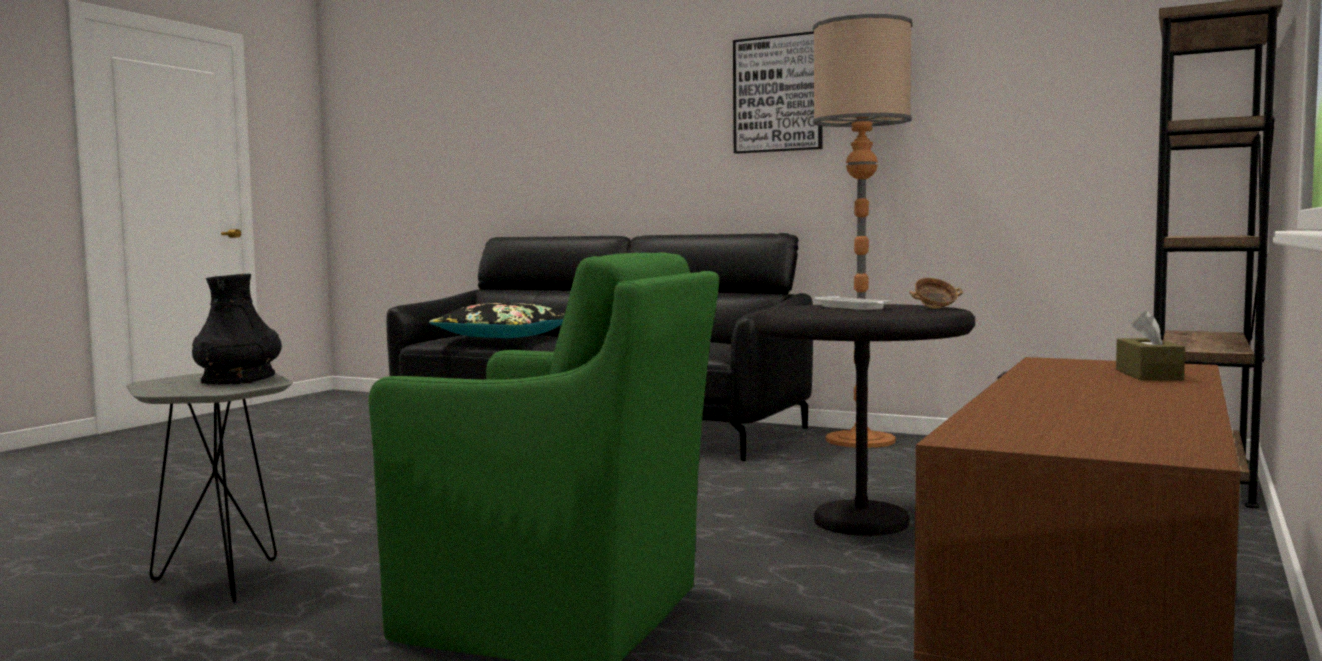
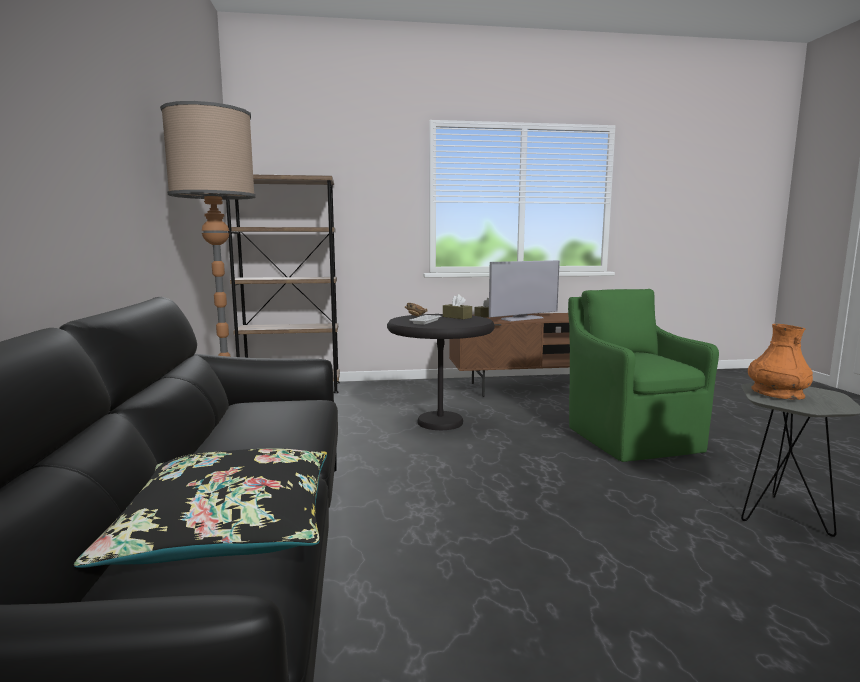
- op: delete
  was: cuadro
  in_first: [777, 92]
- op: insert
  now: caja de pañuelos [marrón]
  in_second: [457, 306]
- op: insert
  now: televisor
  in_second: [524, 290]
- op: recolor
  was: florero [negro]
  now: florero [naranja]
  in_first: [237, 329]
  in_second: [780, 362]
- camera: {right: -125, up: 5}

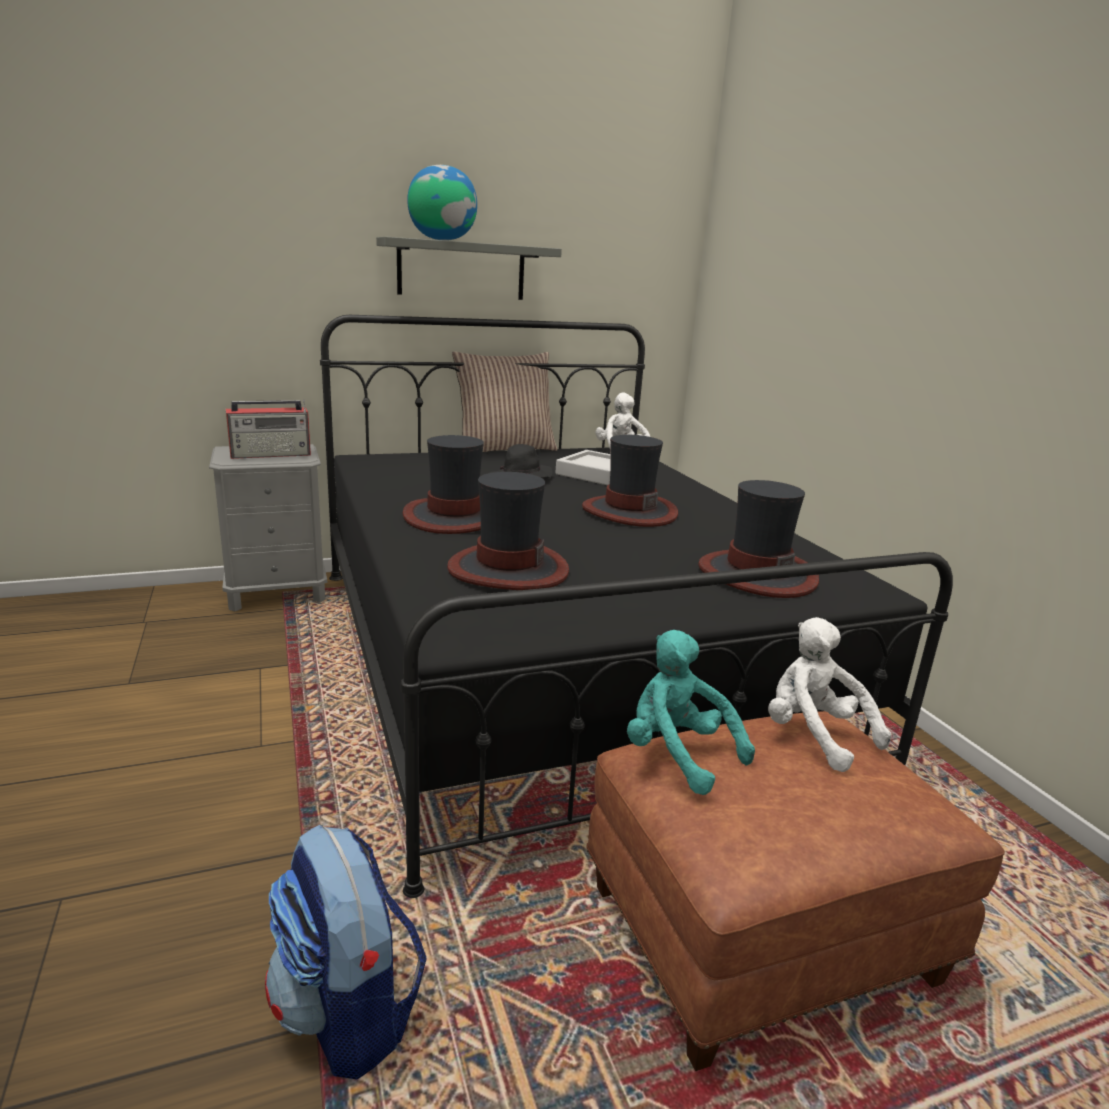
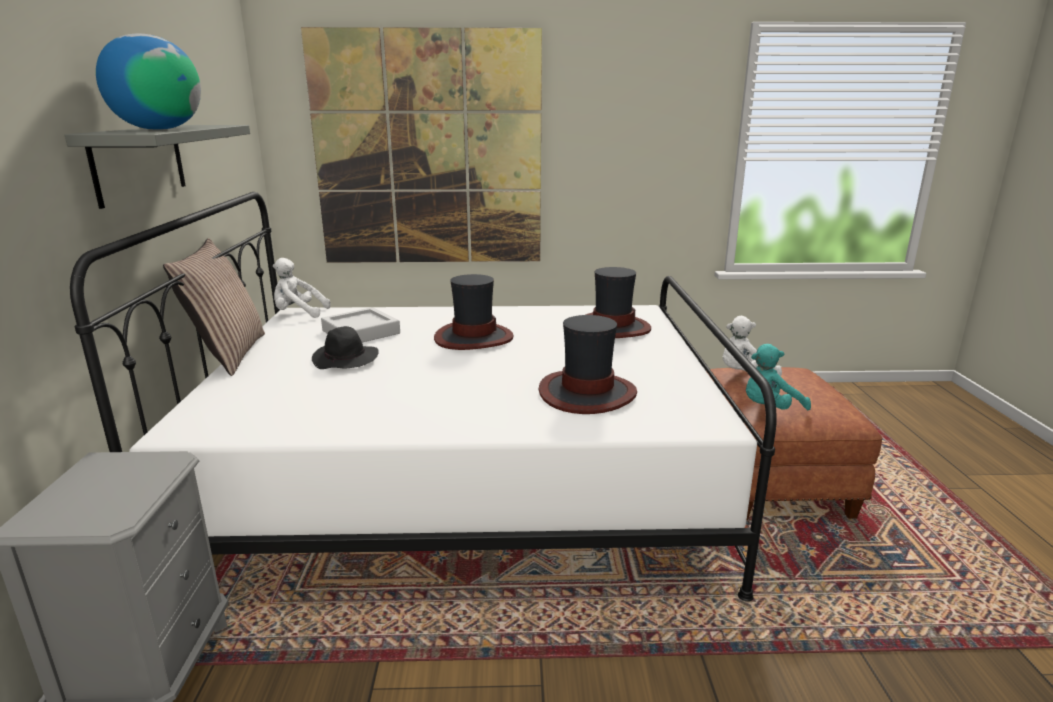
- op: delete
  was: radio
  in_first: [268, 429]
- op: delete
  was: mochila
  in_first: [346, 951]
- op: delete
  was: sombrero
  in_first: [443, 484]
- op: insert
  now: cuadro
  in_second: [421, 145]
- op: recolor
  was: cama [negro]
  now: cama [blanco]
  in_first: [636, 606]
  in_second: [423, 397]
- camera: {right: -70, up: 0}

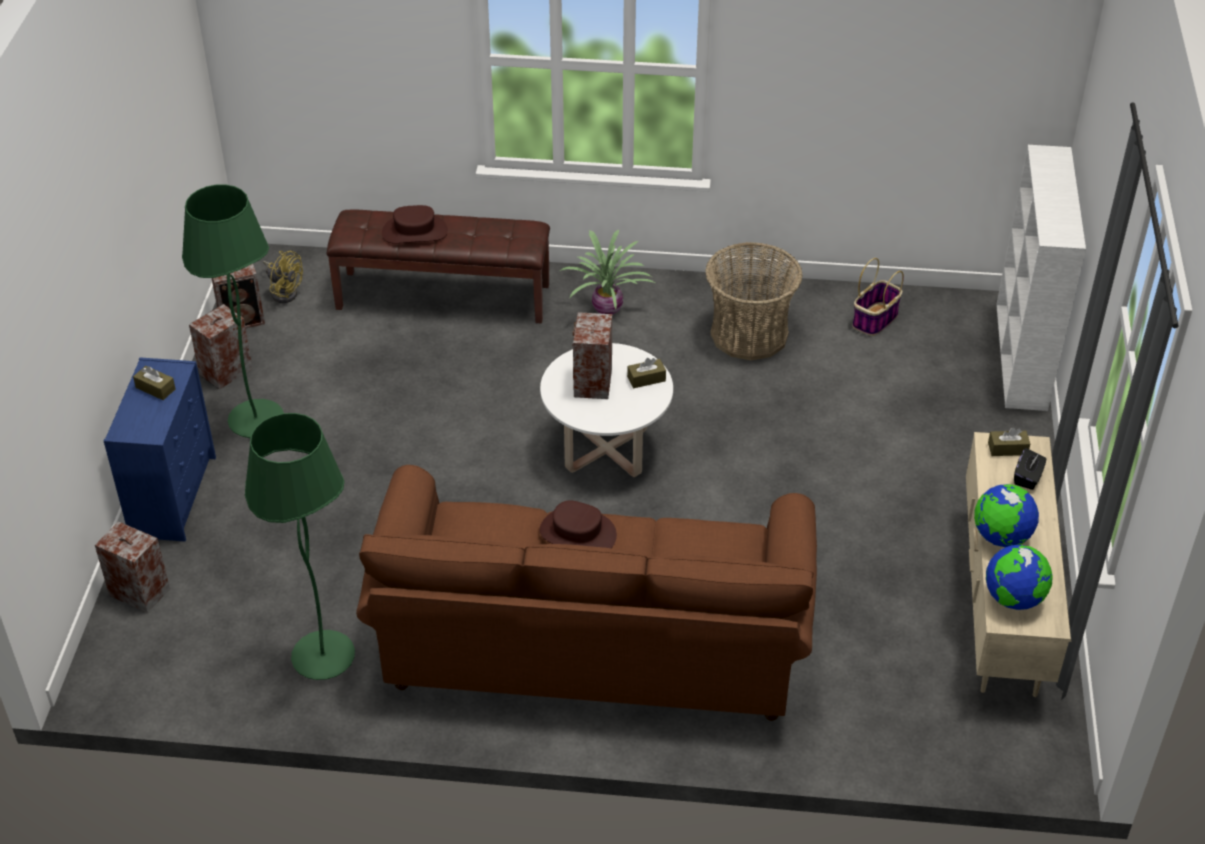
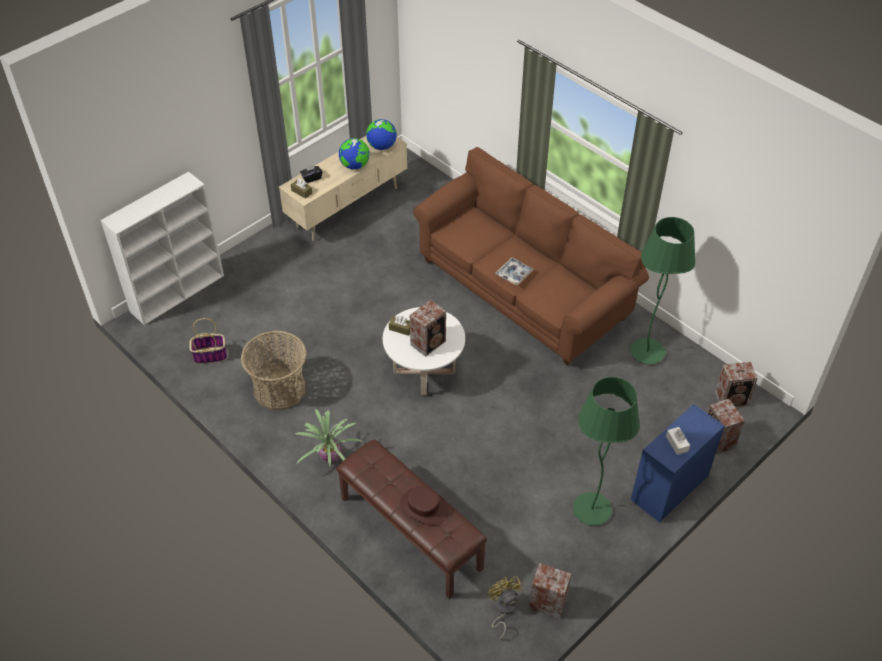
- op: move
  was: altavoz
  in_first: [221, 347]
  in_second: [736, 384]
- op: replace
  was: sombrero [marrón]
  now: bandeja
  in_first: [578, 524]
  in_second: [514, 271]
- op: recolor
  was: caja de pañuelos [marrón]
  now: caja de pañuelos [blanco]
  in_first: [154, 383]
  in_second: [678, 441]
- camera: {right: -140, up: 5}

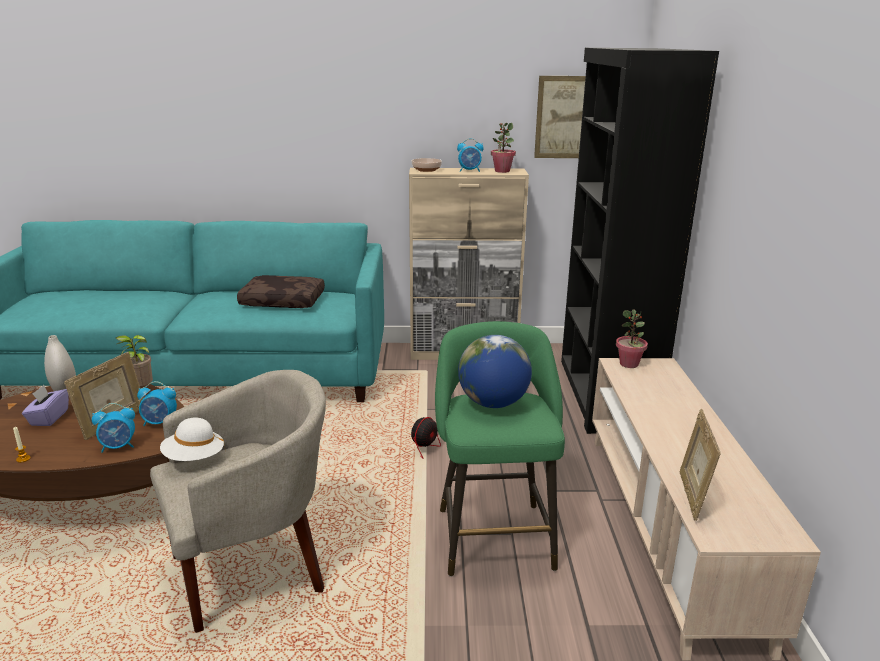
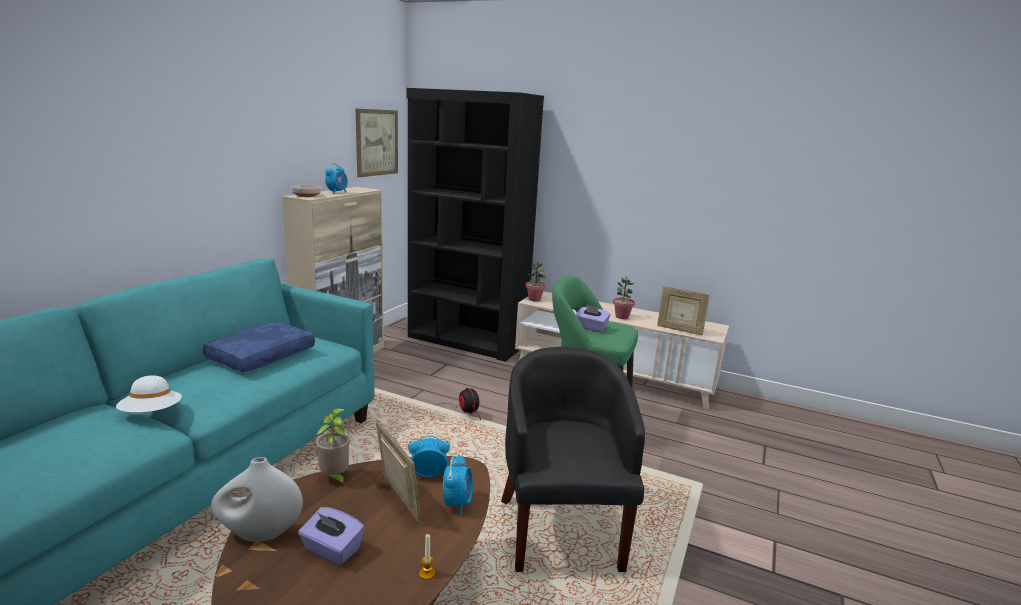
- op: move
  was: sombrero [blanco]
  in_first: [192, 439]
  in_second: [149, 394]
- op: move
  was: planta en maceta
  in_first: [503, 148]
  in_second: [624, 298]
- op: replace
  was: globo terráqueo
  now: caja de pañuelos [morado]
  in_first: [495, 371]
  in_second: [593, 318]
- op: recolor
  was: sillón [beis]
  now: sillón [negro]
  in_first: [238, 501]
  in_second: [573, 459]
- op: recolor
  was: cojín [marrón]
  now: cojín [azul]
  in_first: [281, 291]
  in_second: [259, 347]
- op: rotate
  was: despertador
  in_first: [157, 403]
  in_second: [429, 456]
  clockwise: -120
- camera: {right: -65, up: -5}

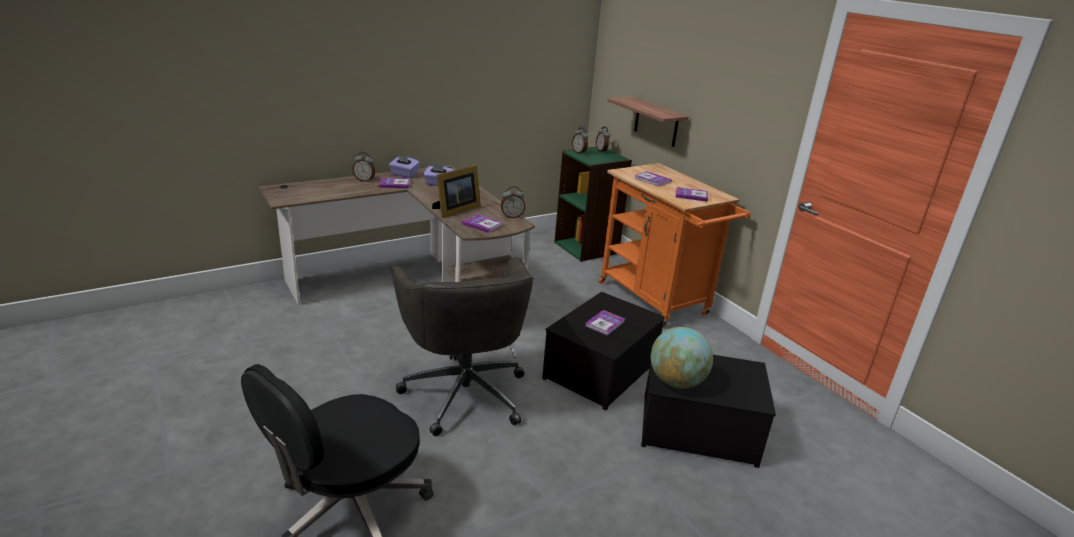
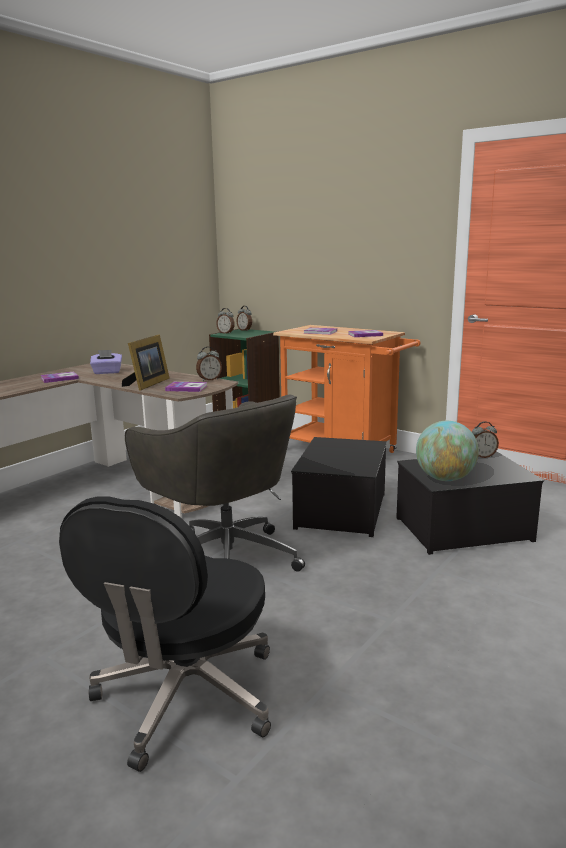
- op: delete
  was: caja de pañuelos [morado]
  in_first: [404, 166]
- op: delete
  was: libro
  in_first: [605, 323]
- op: delete
  was: estante
  in_first: [648, 122]
- op: move
  was: despertador
  in_first: [364, 167]
  in_second: [485, 439]
- camera: {right: -20, up: -10}

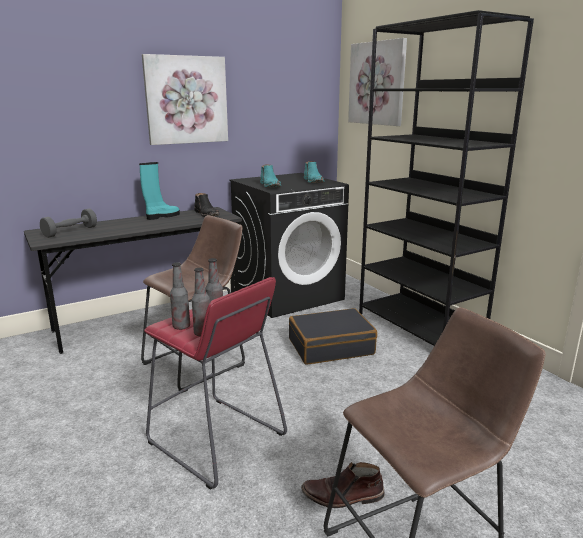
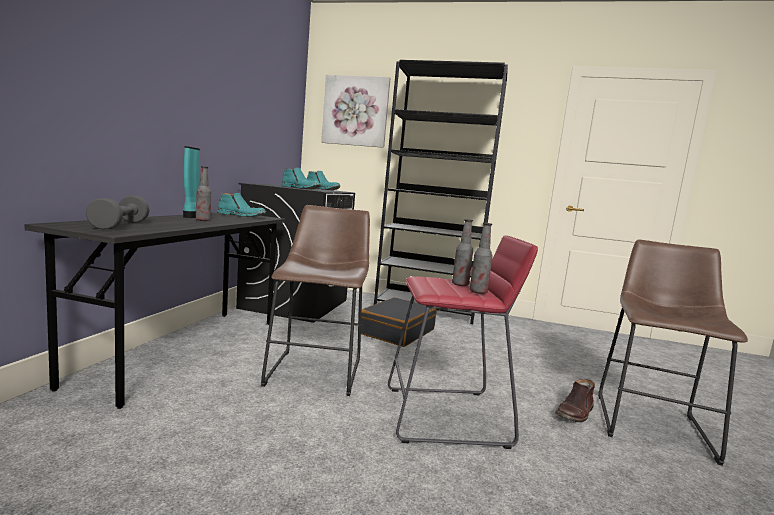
- op: delete
  was: cuadro
  in_first: [185, 99]
- op: move
  was: botella
  in_first: [180, 296]
  in_second: [203, 193]
- op: recolor
  was: bota [negro]
  now: bota [turquesa]
  in_first: [206, 205]
  in_second: [241, 205]
- camera: {right: -45, up: -10}

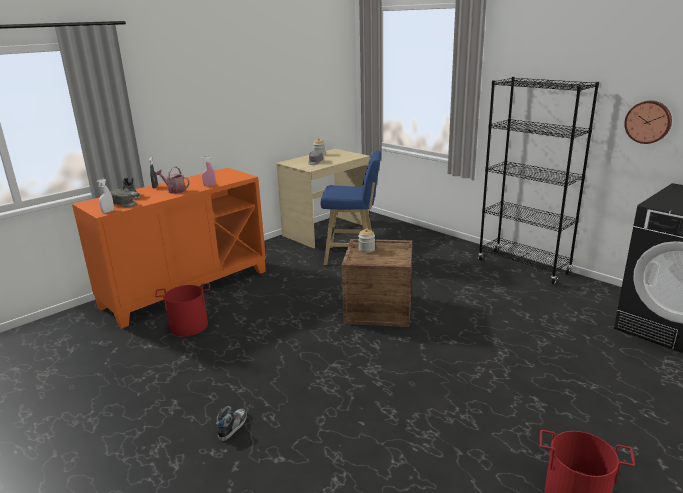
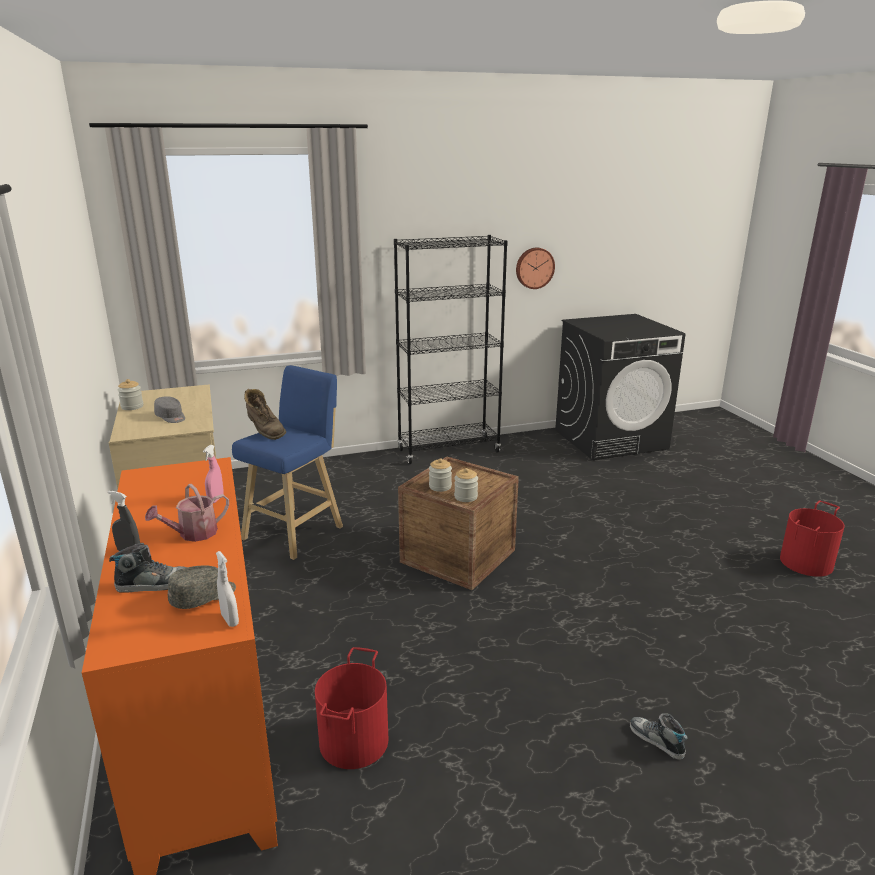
- op: insert
  now: bota [marrón]
  in_second: [265, 414]
- op: insert
  now: tarro
  in_second: [466, 485]
- camera: {right: -65, up: 0}

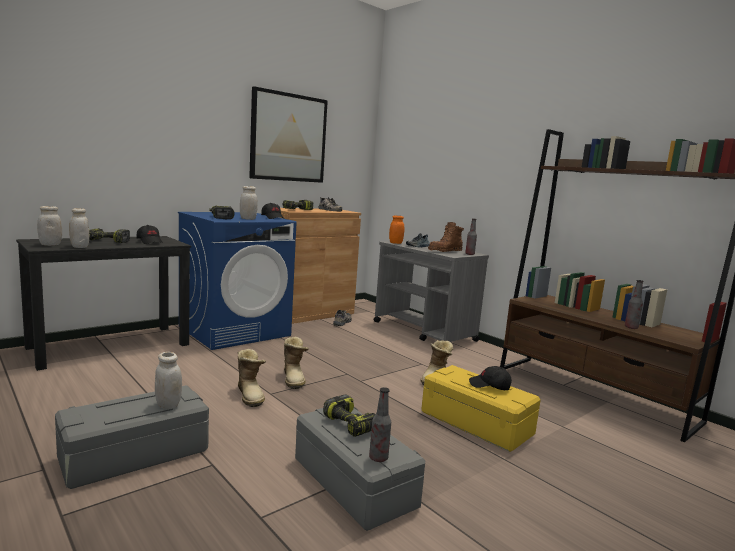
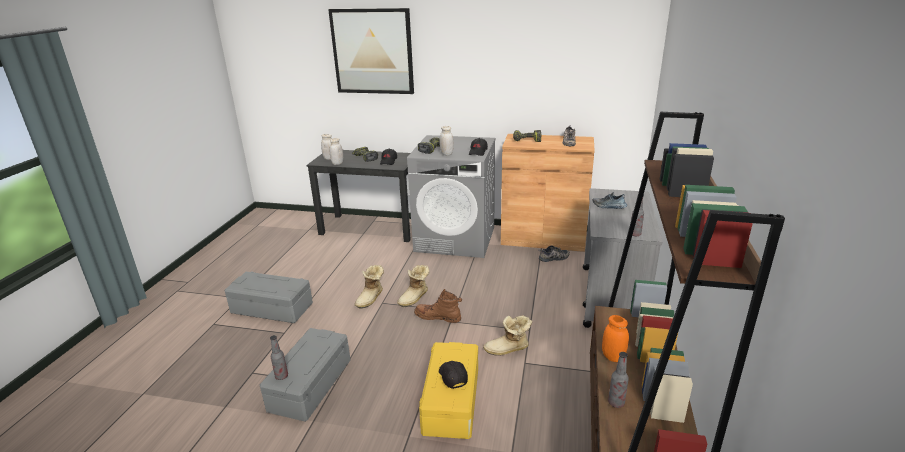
- op: delete
  was: tarro [blanco]
  in_first: [168, 380]
- op: delete
  was: taladro
  in_first: [349, 415]
- op: move
  was: cuadro
  in_first: [288, 134]
  in_second: [371, 51]
- op: move
  was: tarro [naranja]
  in_first: [396, 230]
  in_second: [615, 338]
- op: move
  was: bota [marrón]
  in_first: [446, 237]
  in_second: [438, 306]
- op: recolor
  was: lavadora [azul]
  now: lavadora [gris]
  in_first: [237, 281]
  in_second: [451, 196]
- camera: {right: 55, up: 15}

